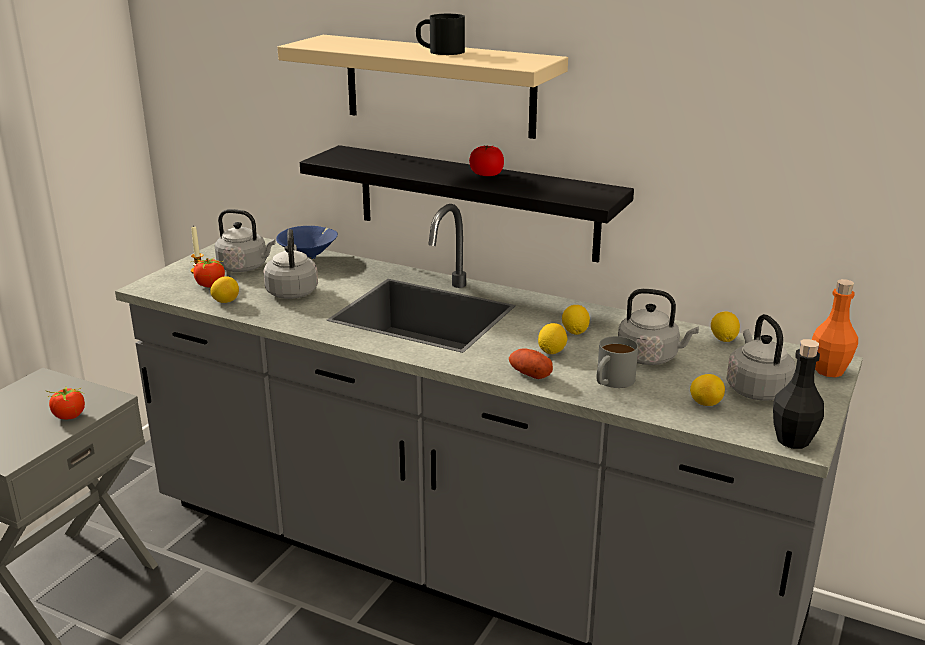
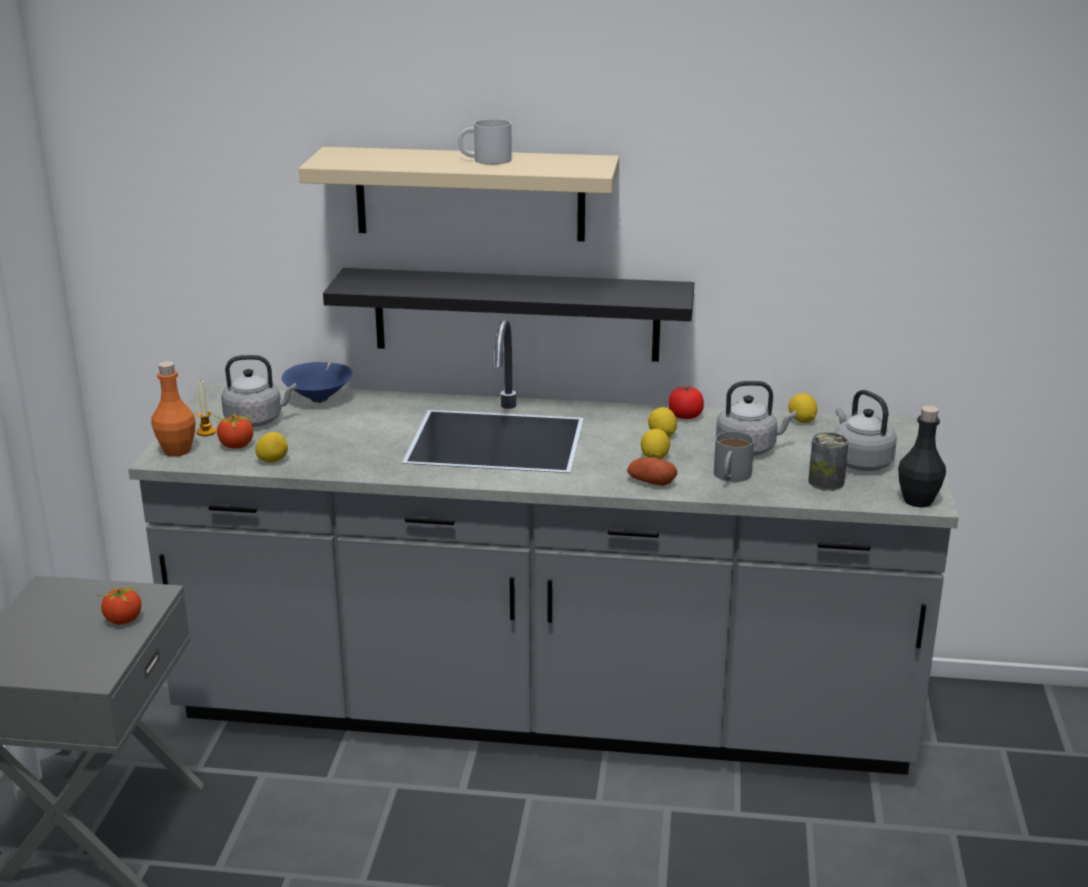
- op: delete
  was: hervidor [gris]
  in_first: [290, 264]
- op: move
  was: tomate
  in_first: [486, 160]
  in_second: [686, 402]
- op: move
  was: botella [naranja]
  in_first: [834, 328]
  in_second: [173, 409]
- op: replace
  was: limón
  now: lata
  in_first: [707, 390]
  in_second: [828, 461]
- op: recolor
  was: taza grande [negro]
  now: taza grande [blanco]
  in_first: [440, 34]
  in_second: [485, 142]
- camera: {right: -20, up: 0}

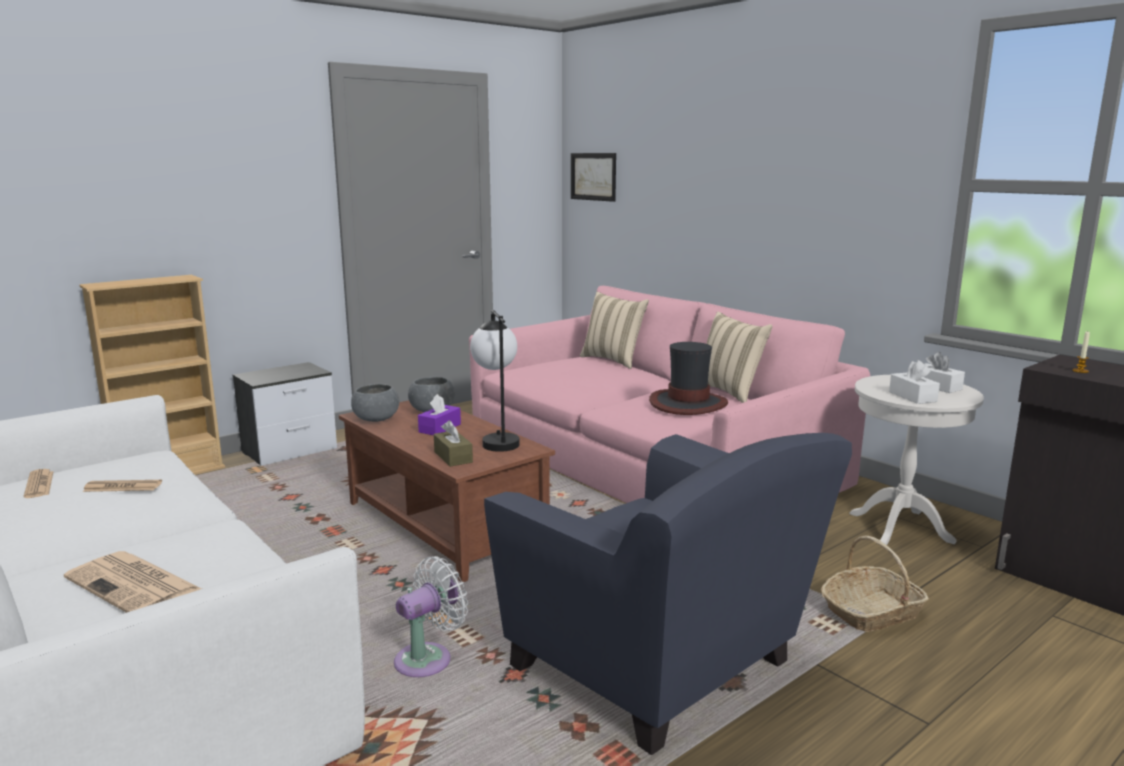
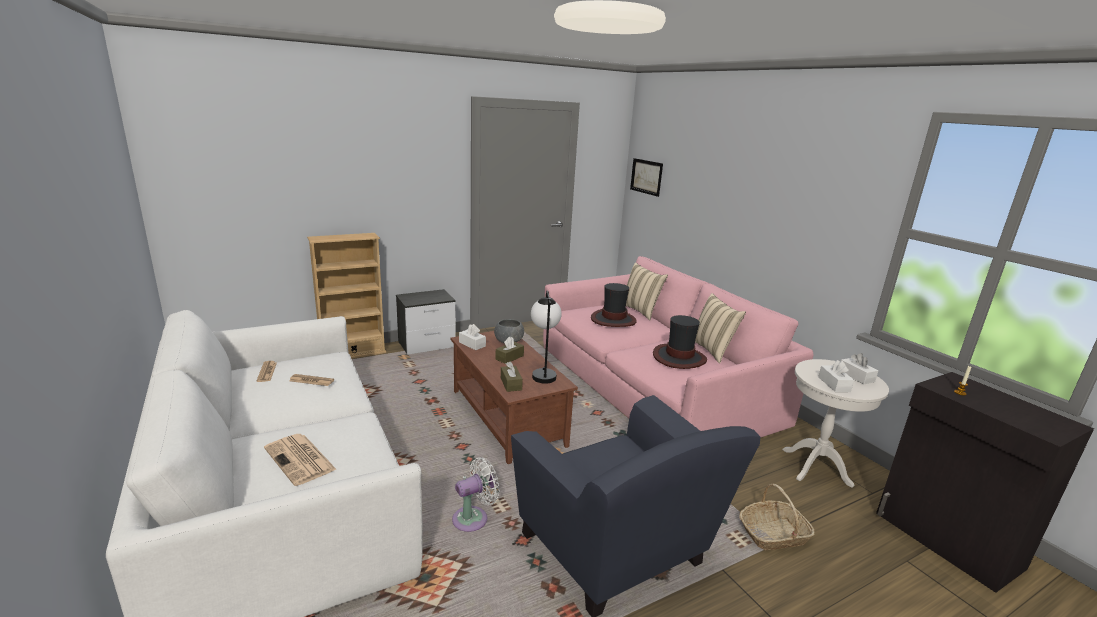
- op: insert
  now: sombrero
  in_second: [614, 305]
- op: replace
  was: cuenco [gris]
  now: caja de pañuelos [blanco]
  in_first: [375, 403]
  in_second: [472, 337]
- op: recolor
  was: caja de pañuelos [morado]
  now: caja de pañuelos [marrón]
  in_first: [439, 415]
  in_second: [509, 350]
- camera: {right: 10, up: 5}

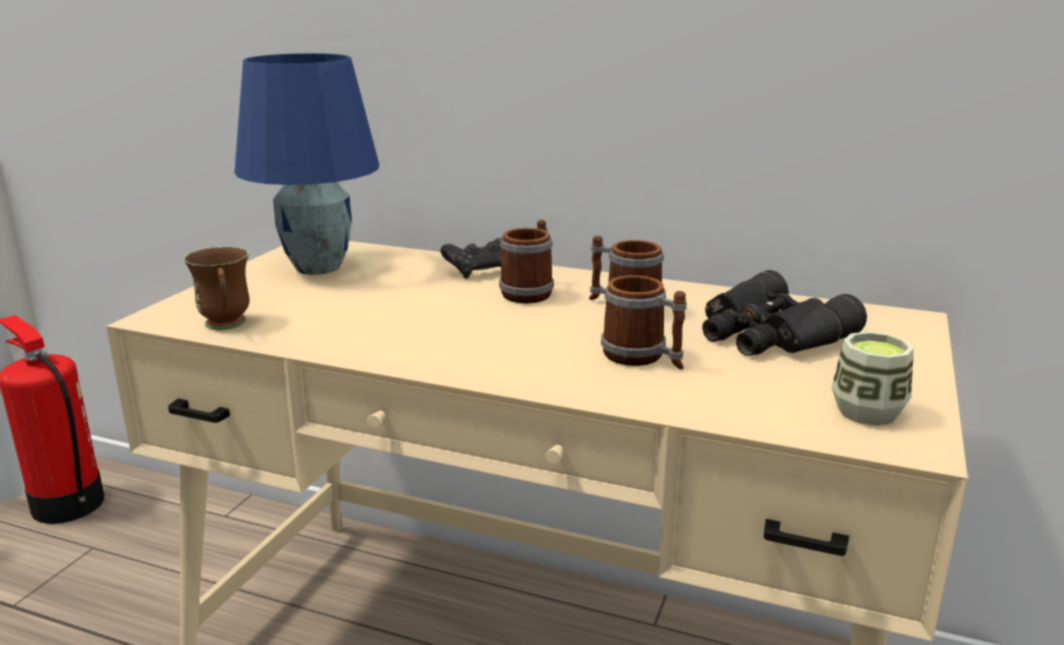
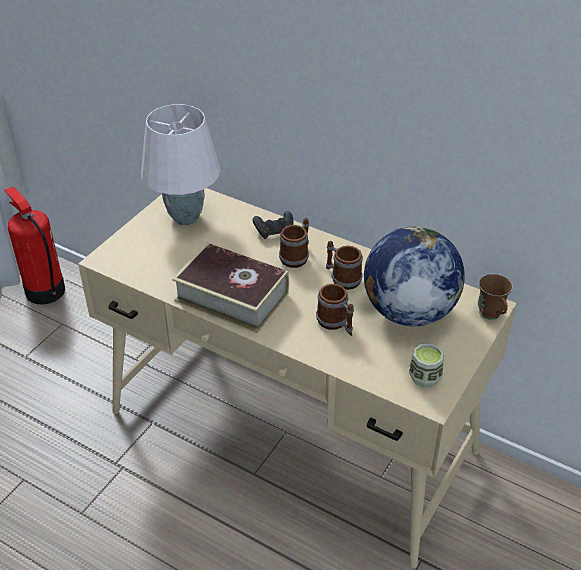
- op: insert
  now: libro
  in_second: [230, 288]
- op: move
  was: taza grande [marrón]
  in_first: [216, 288]
  in_second: [495, 297]
- op: replace
  was: prismáticos [negro]
  now: globo terráqueo
  in_first: [784, 313]
  in_second: [414, 276]
- op: recolor
  was: lámpara de mesa [azul]
  now: lámpara de mesa [blanco]
  in_first: [306, 164]
  in_second: [181, 164]
- camera: {right: 10, up: 20}

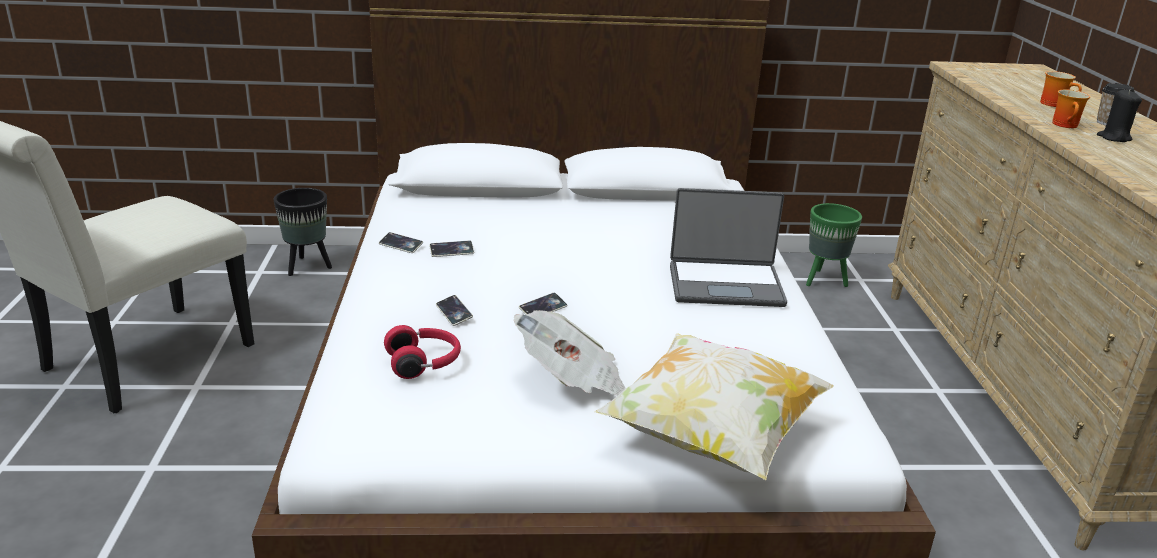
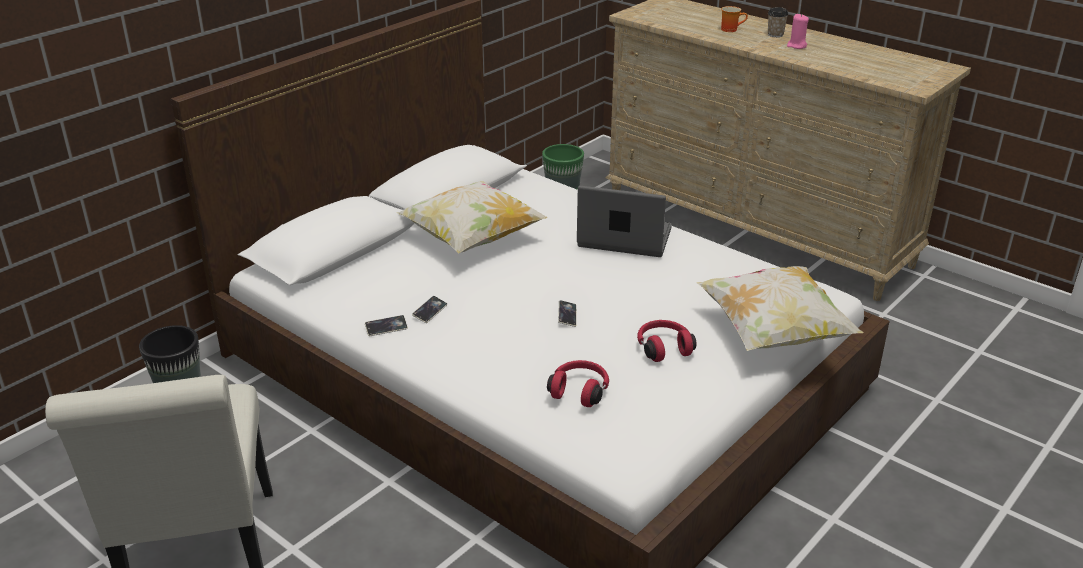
- op: delete
  was: móvil
  in_first: [454, 310]
- op: delete
  was: taza grande
  in_first: [1071, 109]
- op: insert
  now: cojín
  in_second: [472, 217]
- op: replace
  was: periódico
  now: auriculares [rojo]
  in_first: [570, 353]
  in_second: [667, 341]
- op: recolor
  was: vela [negro]
  now: vela [rosa]
  in_first: [1119, 116]
  in_second: [798, 31]
- op: rotate
  was: portátil
  in_first: [728, 247]
  in_second: [624, 221]
  clockwise: -120
- camera: {right: -45, up: 5}

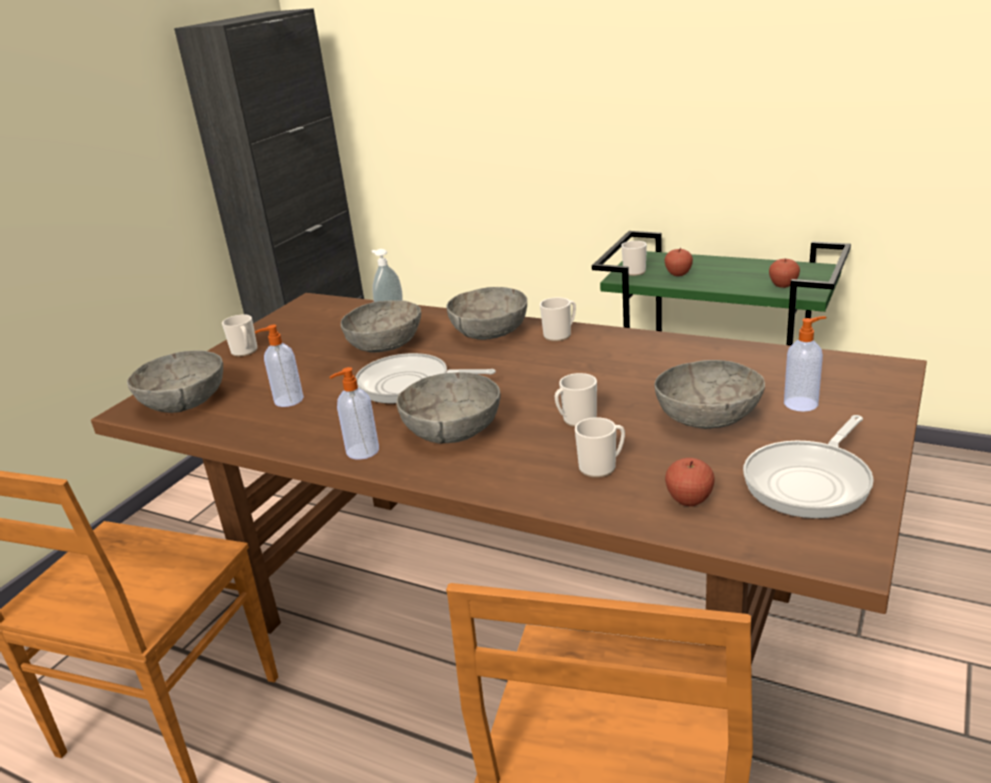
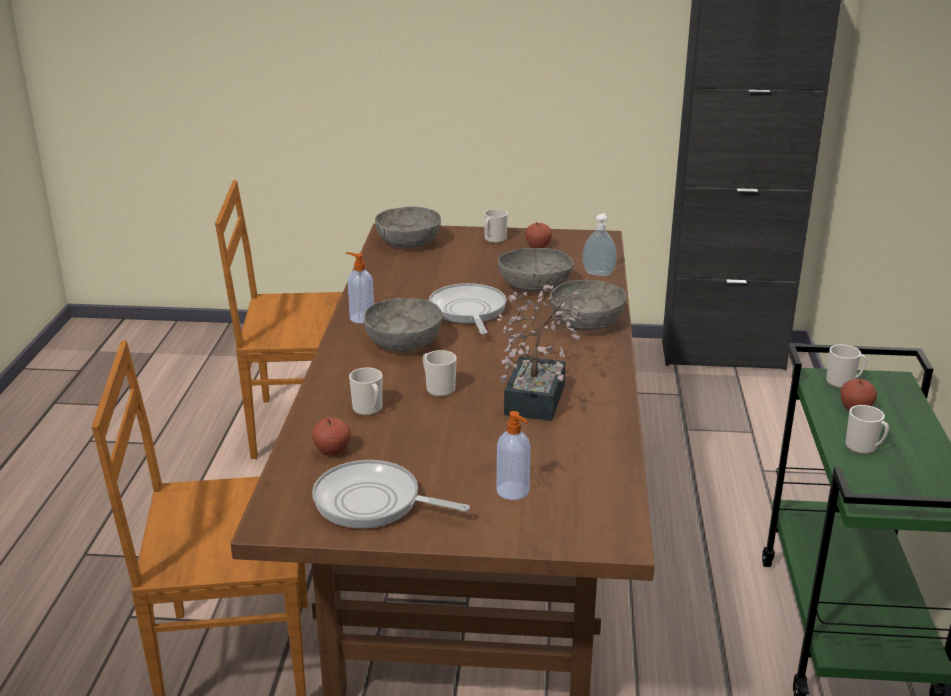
- op: delete
  was: dispensador de jabón
  in_first: [279, 366]
- op: delete
  was: cuenco [gris]
  in_first: [710, 394]
- op: insert
  now: planta en maceta
  in_second: [539, 352]
- op: move
  was: taza grande
  in_first: [558, 319]
  in_second: [867, 429]
- op: move
  was: manzana
  in_first: [784, 273]
  in_second: [538, 235]
- camera: {right: 65, up: 0}

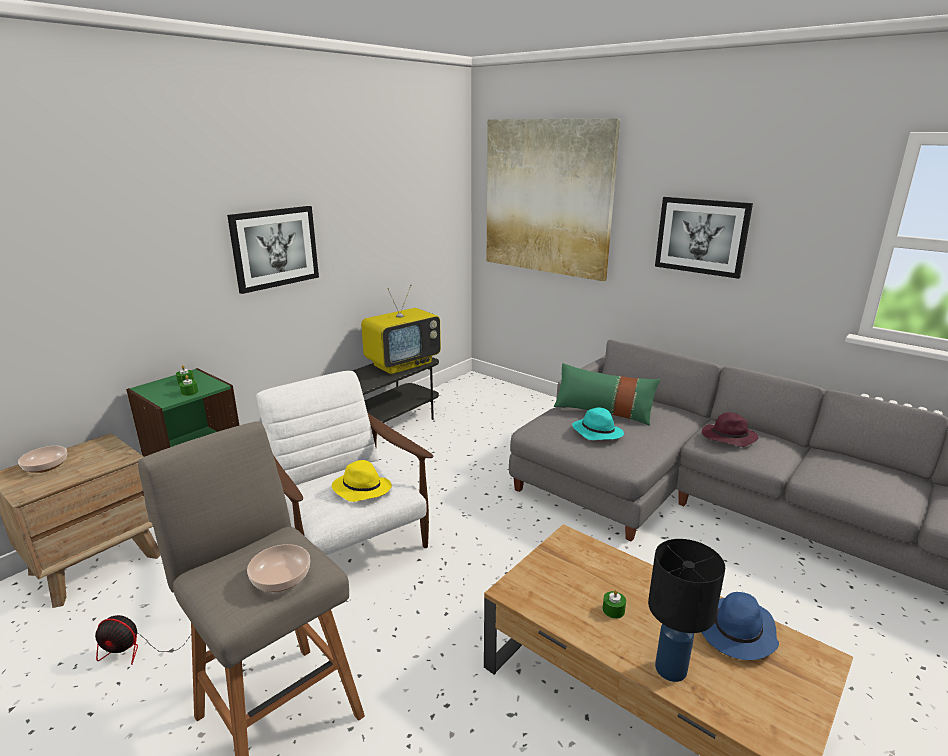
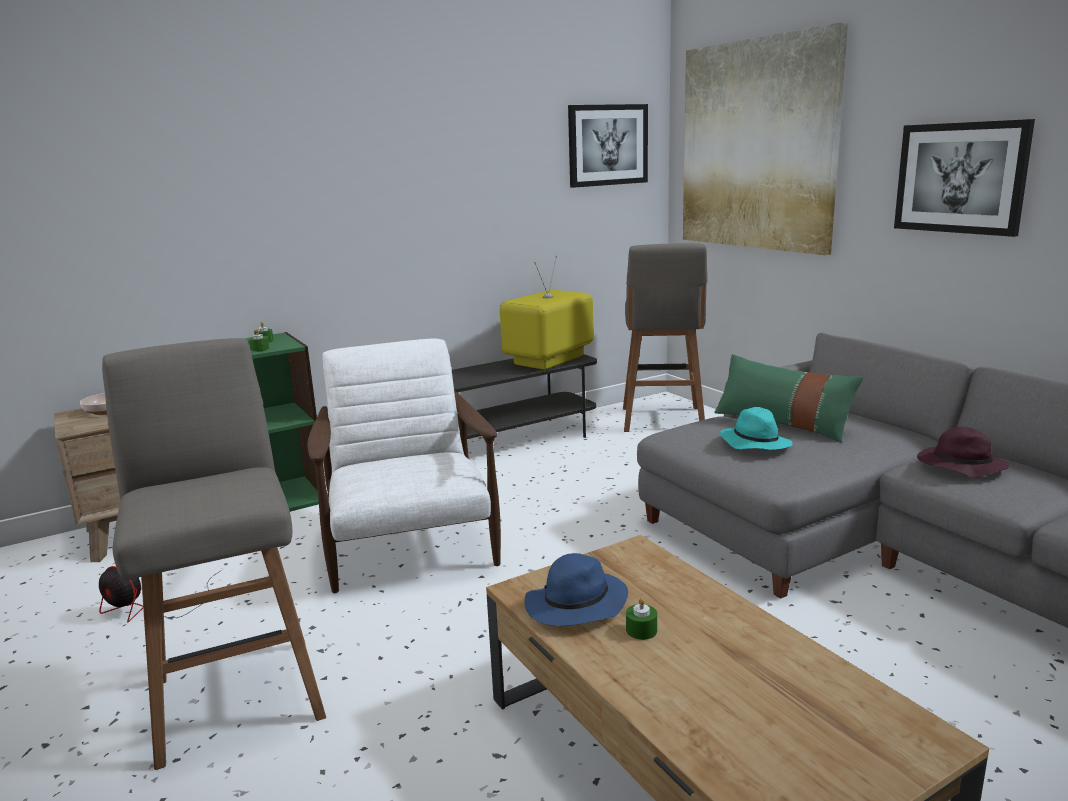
- op: delete
  was: cuenco
  in_first: [278, 568]
- op: delete
  was: sombrero [amarillo]
  in_first: [362, 481]
- op: delete
  was: lámpara de mesa [negro]
  in_first: [686, 610]
- op: insert
  now: taburete [gris]
  in_second: [665, 337]
- op: move
  was: cuadro
  in_first: [273, 250]
  in_second: [608, 146]
- op: move
  was: sombrero [azul]
  in_first: [740, 626]
  in_second: [576, 589]
- op: rotate
  was: televisor
  in_first: [401, 329]
  in_second: [546, 313]
  clockwise: 150
- camera: {right: 20, up: -5}

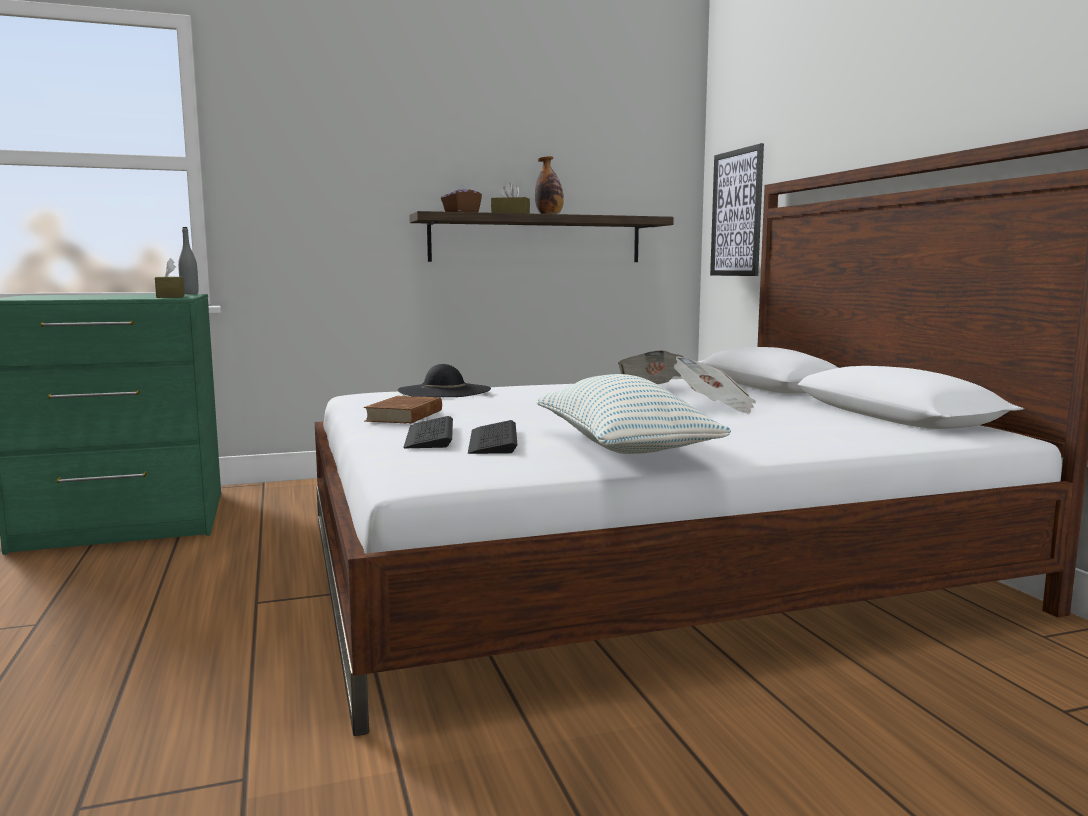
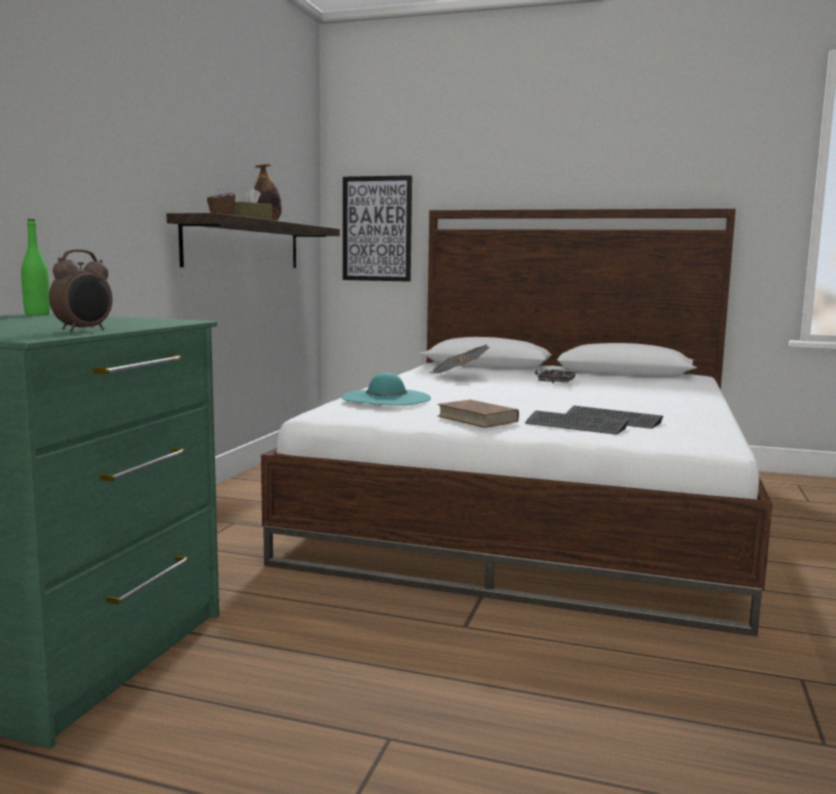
- op: delete
  was: caja de pañuelos [marrón]
  in_first: [170, 278]
- op: delete
  was: cojín
  in_first: [634, 414]
- op: insert
  now: despertador
  in_second: [80, 291]
- op: replace
  was: periódico
  now: bandeja [gris]
  in_first: [715, 385]
  in_second: [557, 376]
- op: recolor
  was: botella [gris]
  now: botella [verde]
  in_first: [188, 260]
  in_second: [35, 267]
- op: recolor
  was: sombrero [negro]
  now: sombrero [turquesa]
  in_first: [444, 380]
  in_second: [386, 389]
- camera: {right: -55, up: 0}

